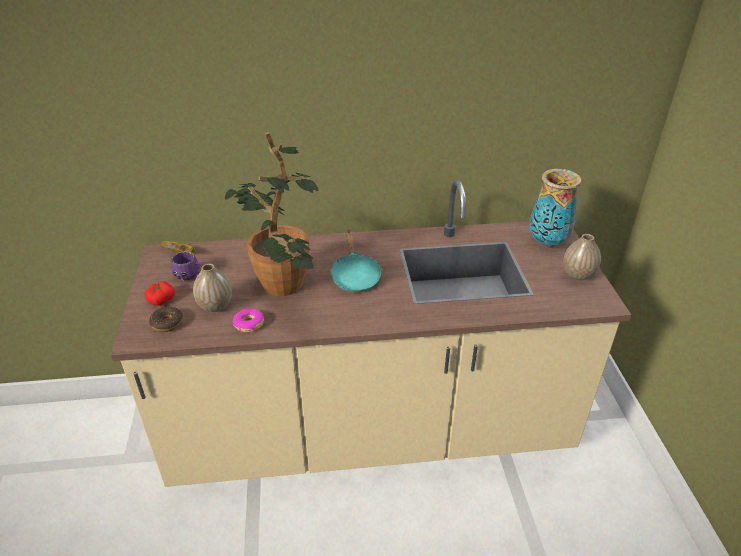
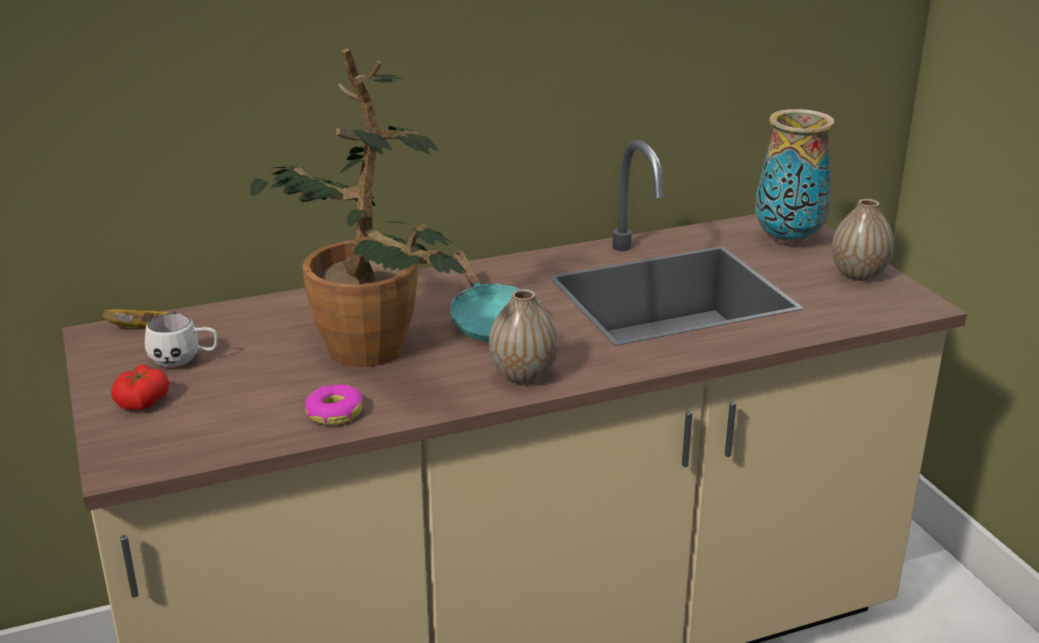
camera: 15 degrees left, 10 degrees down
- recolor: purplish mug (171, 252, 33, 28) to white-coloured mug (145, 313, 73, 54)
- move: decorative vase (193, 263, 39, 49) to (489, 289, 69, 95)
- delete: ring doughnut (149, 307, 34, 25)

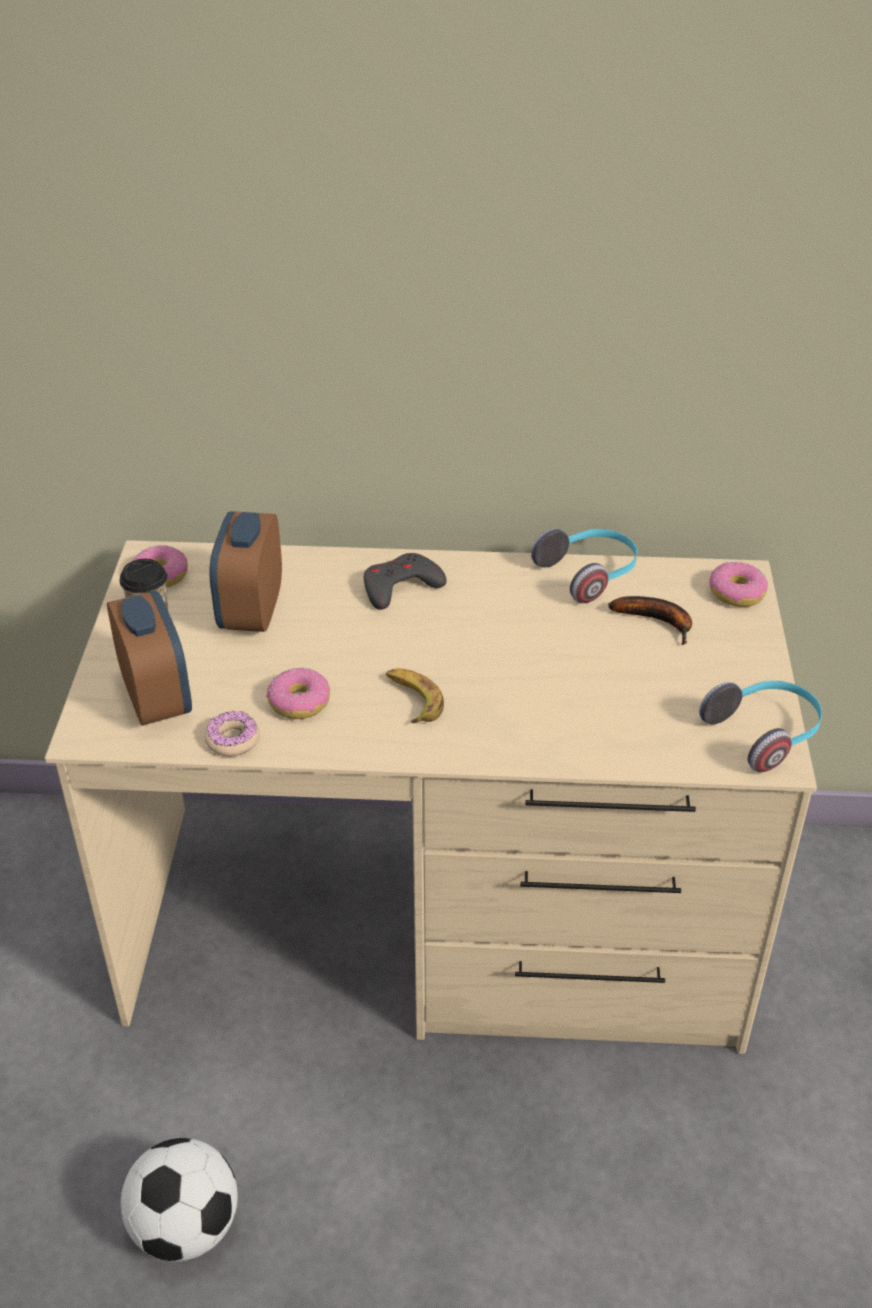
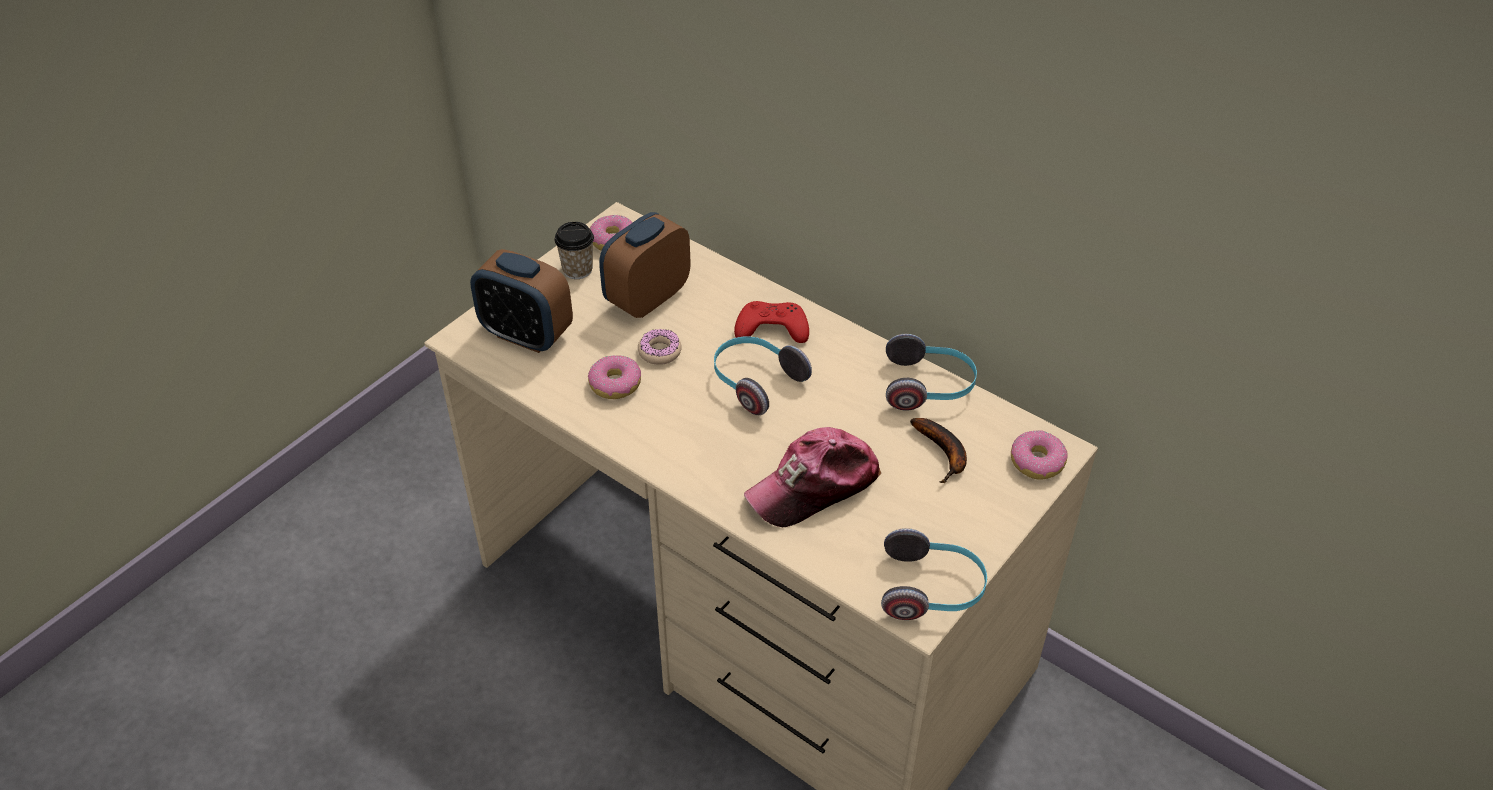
camera: 35 degrees right, 5 degrees up
- rotate: table clock (107, 591, 85, 135) = (470, 249, 103, 104) 105 degrees clockwise
- move: ring doughnut (204, 711, 56, 46) to (638, 329, 44, 36)
- insert: headset (714, 336, 98, 79)
- recolor: gray gamepad (364, 553, 83, 57) to red gamepad (734, 301, 75, 42)
- insert: peaked cap (744, 427, 137, 100)
- delete: football (121, 1138, 117, 124)
- delete: whole banana (386, 668, 58, 55)

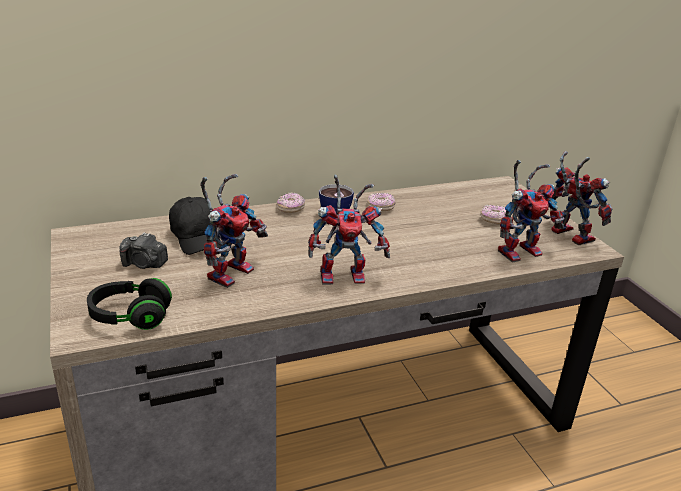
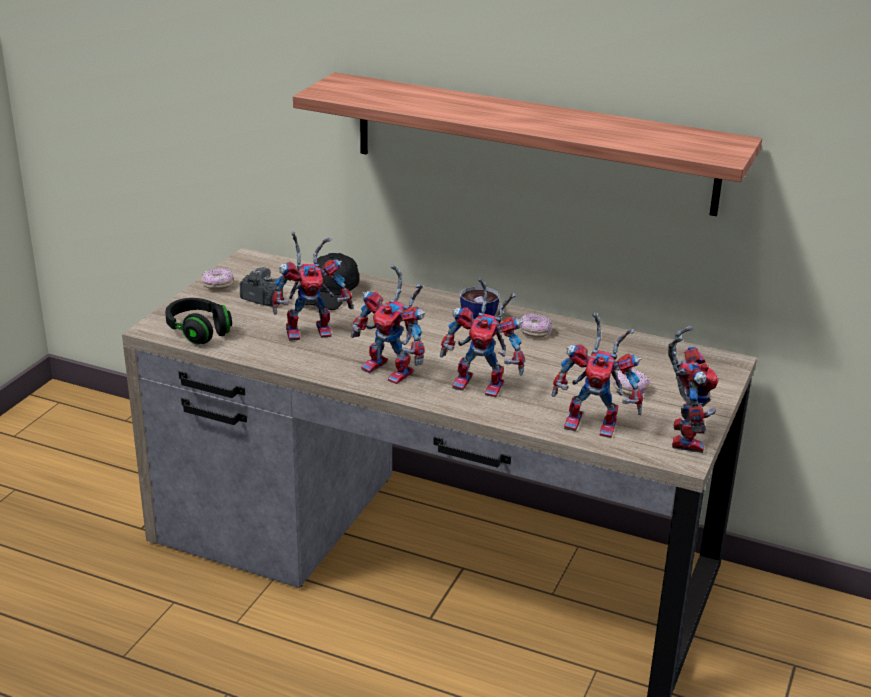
camera: 45 degrees right, 0 degrees up
- move: ring doughnut (277, 192, 28, 21) to (201, 268, 33, 21)
- rotate: still camera (119, 232, 49, 37) = (240, 267, 43, 40) 150 degrees clockwise
- insert: wall shelf (293, 72, 469, 144)
- insert: robot figure (440, 277, 85, 120)

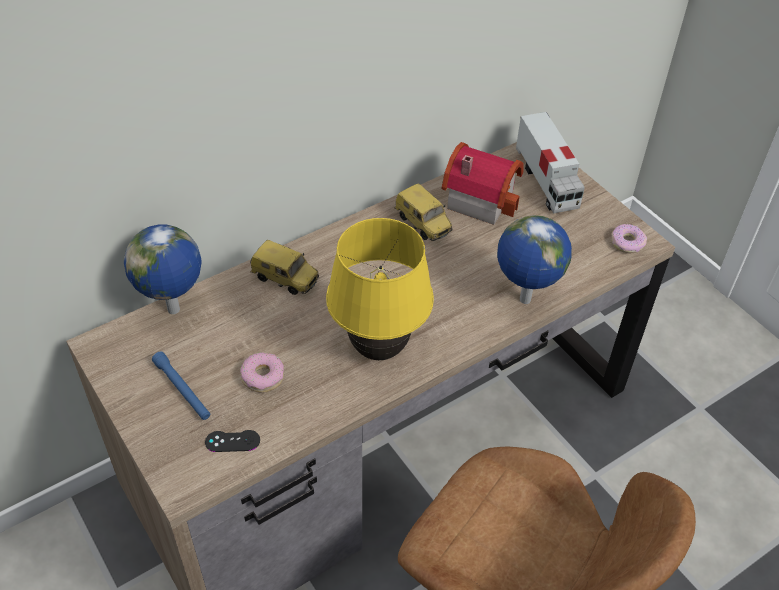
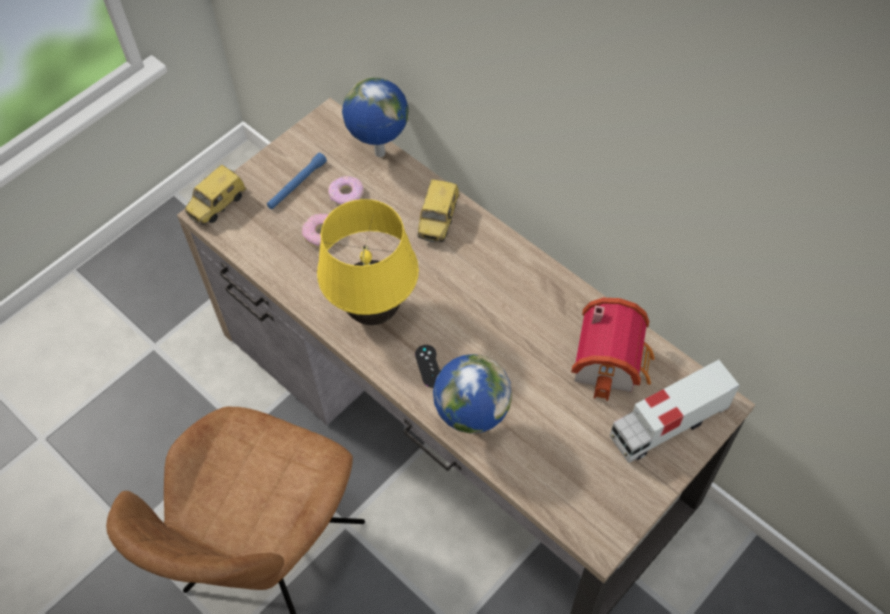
camera: 80 degrees right, 10 degrees up
- move: model car (394, 184, 58, 57) to (185, 165, 62, 61)
- move: ring doughnut (612, 224, 35, 29) to (328, 176, 36, 29)
- move: blackish gamepad (205, 430, 55, 22) to (415, 345, 26, 43)

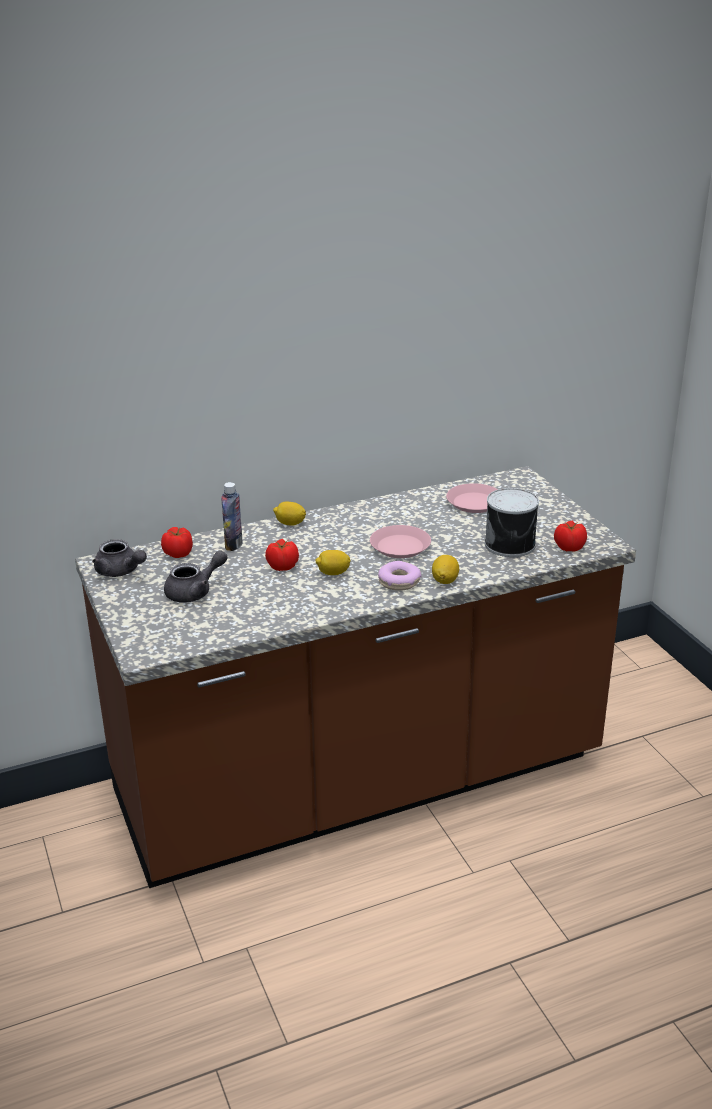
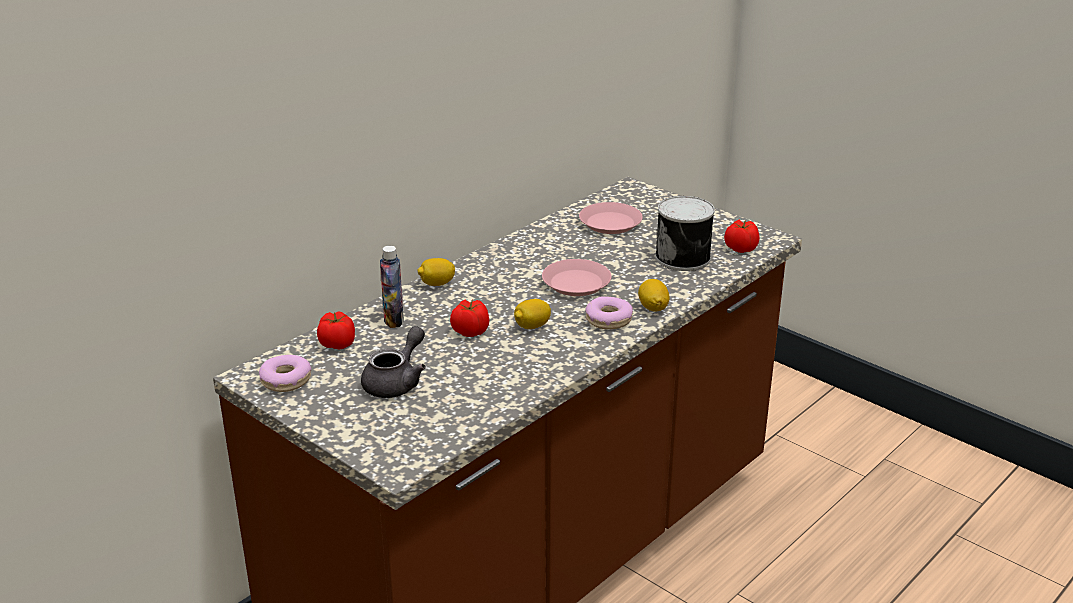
camera: 25 degrees left, 0 degrees up
- replace: gray teapot (92, 539, 55, 38) to ring doughnut (259, 355, 52, 37)

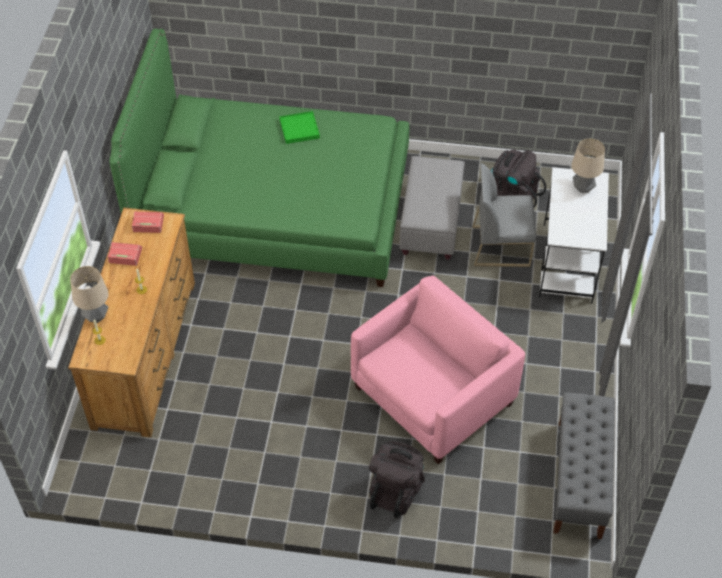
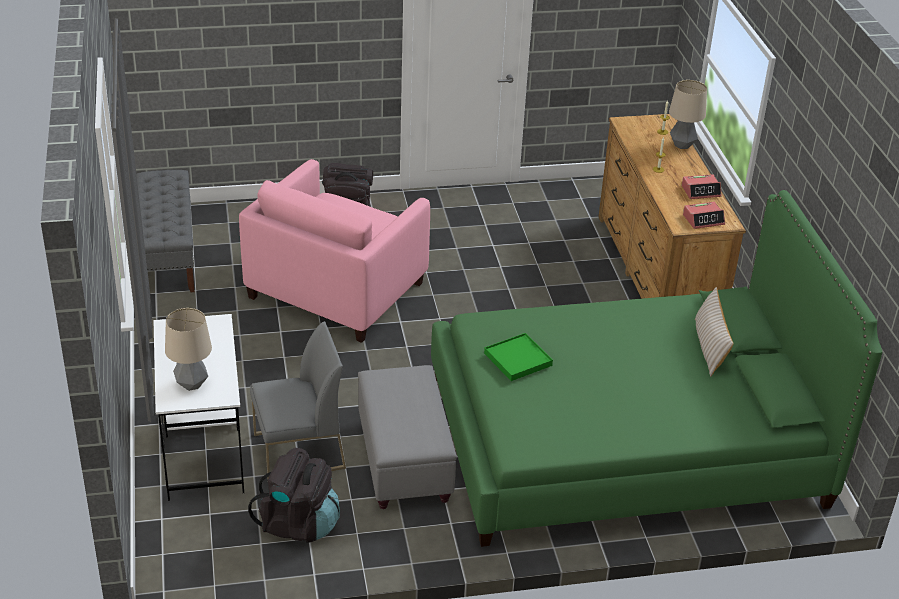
camera: 160 degrees right, 15 degrees down
- move: green-coloured carrying tray (279, 111, 41, 33) to (484, 333, 69, 48)
- insert: beige-coloured throw pillow (695, 287, 39, 89)

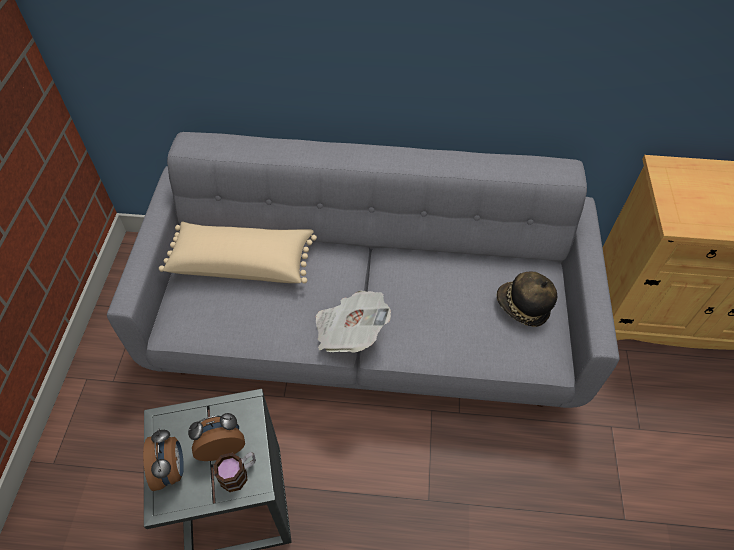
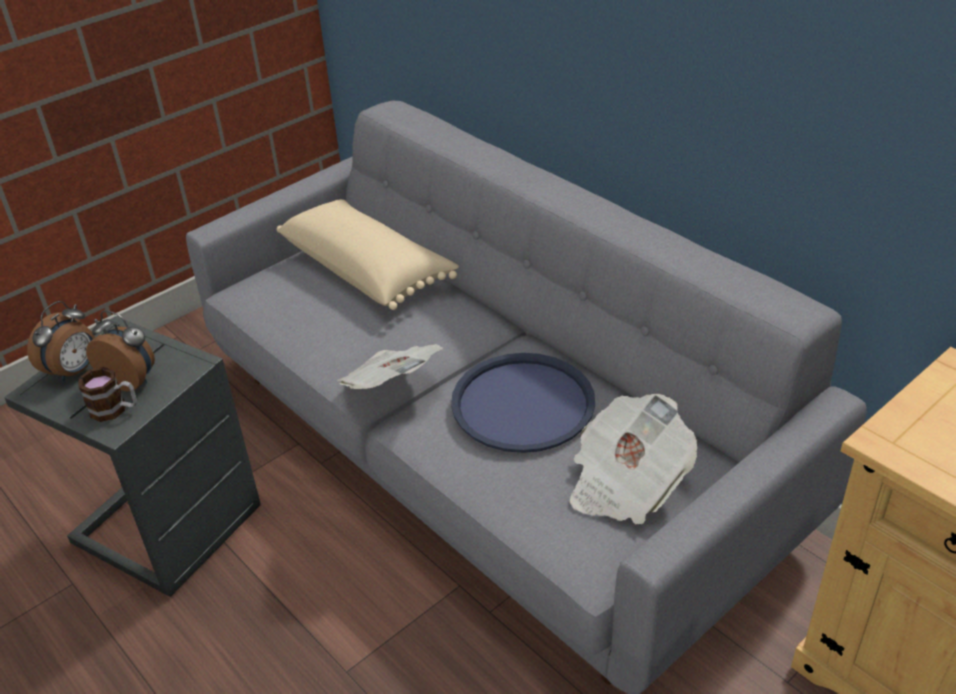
camera: 45 degrees right, 15 degrees down
- insert: blue carrying tray (451, 353, 144, 100)
- replace: wearable hat (496, 271, 61, 56) to newspaper (570, 394, 127, 130)

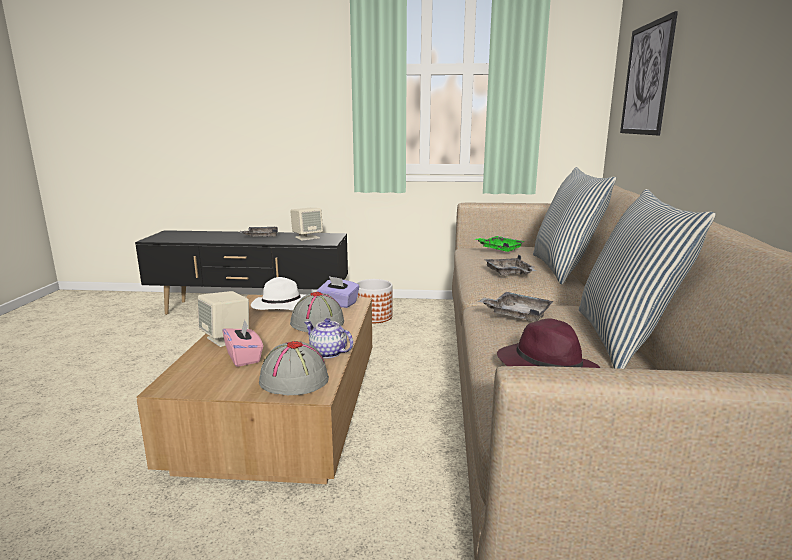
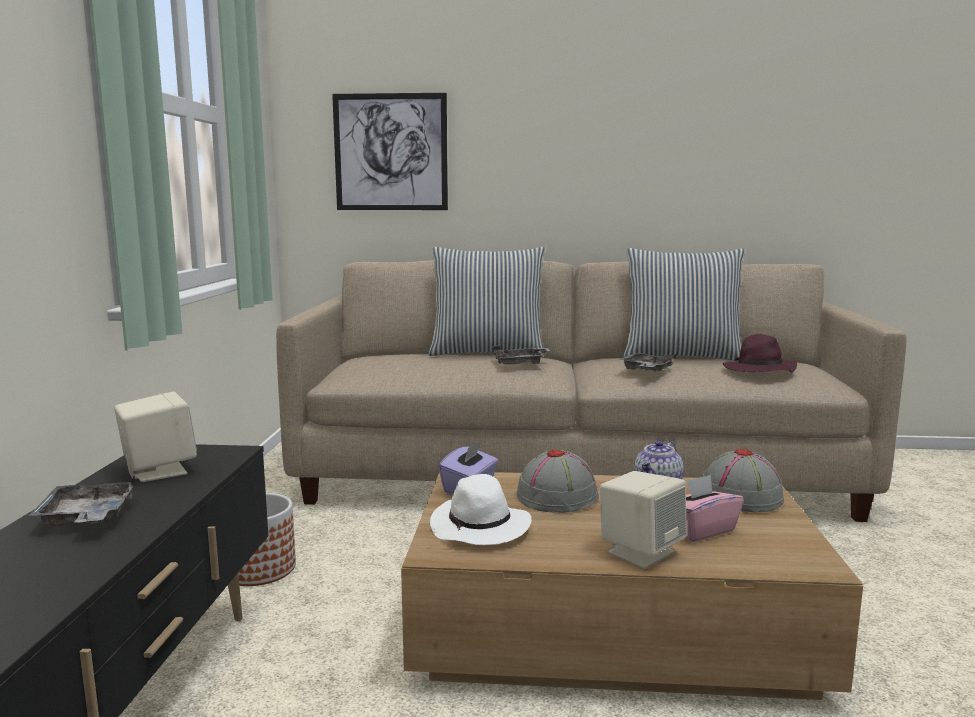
camera: 90 degrees left, 5 degrees down
- delete: green-coloured carrying tray (474, 236, 51, 16)

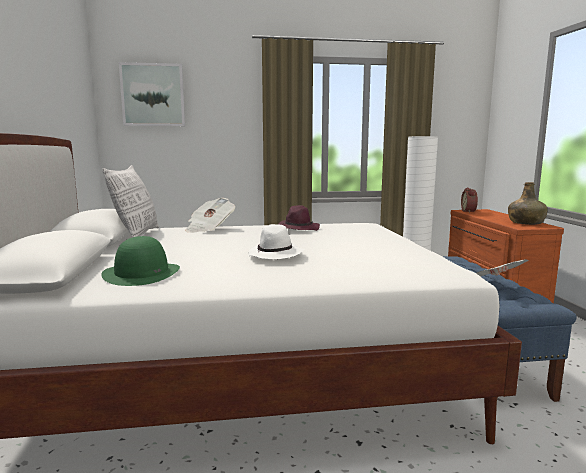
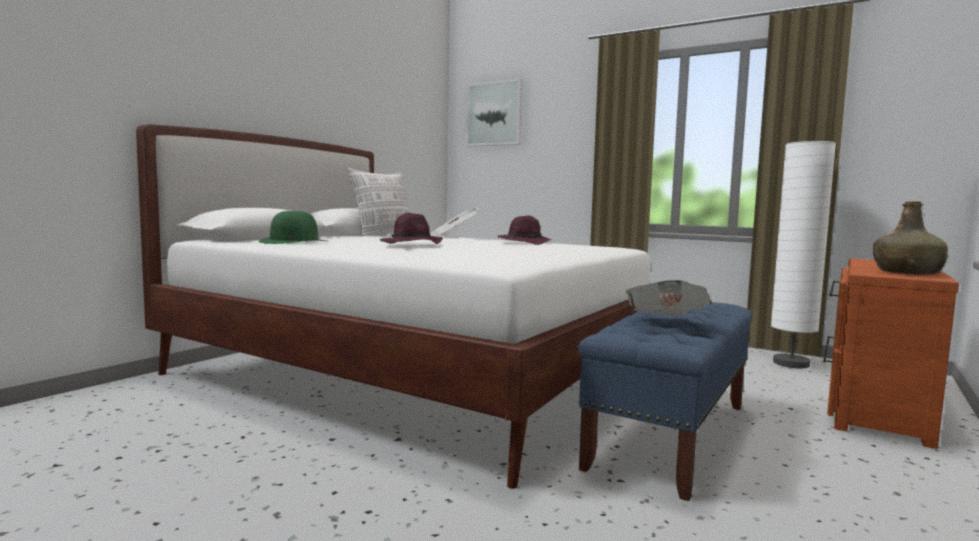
camera: 40 degrees right, 5 degrees down
- recolor: white-coloured wearable hat (248, 224, 57, 36) to purplish wearable hat (380, 213, 63, 31)
- delete: table clock (461, 188, 17, 25)

